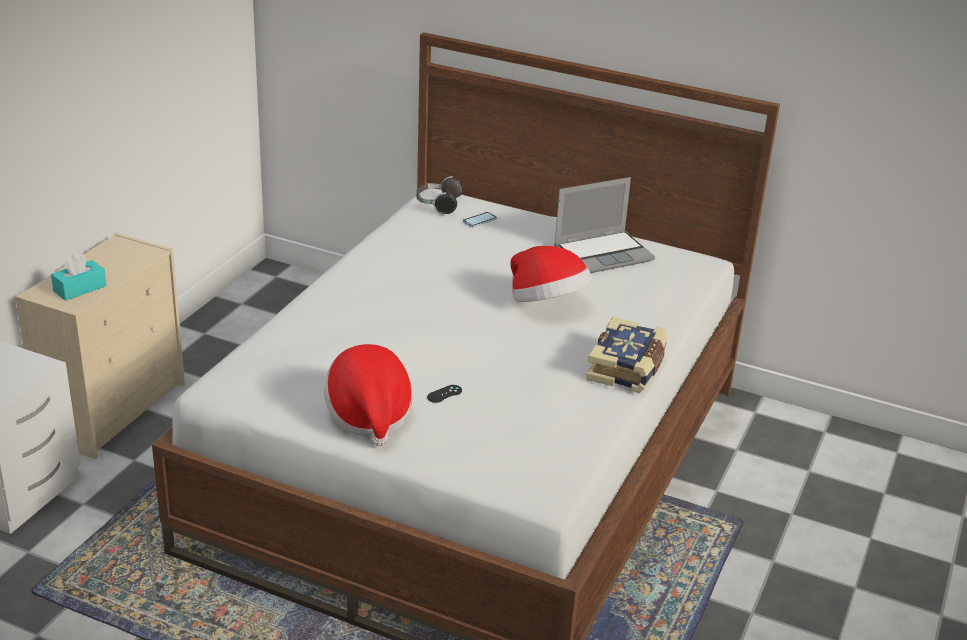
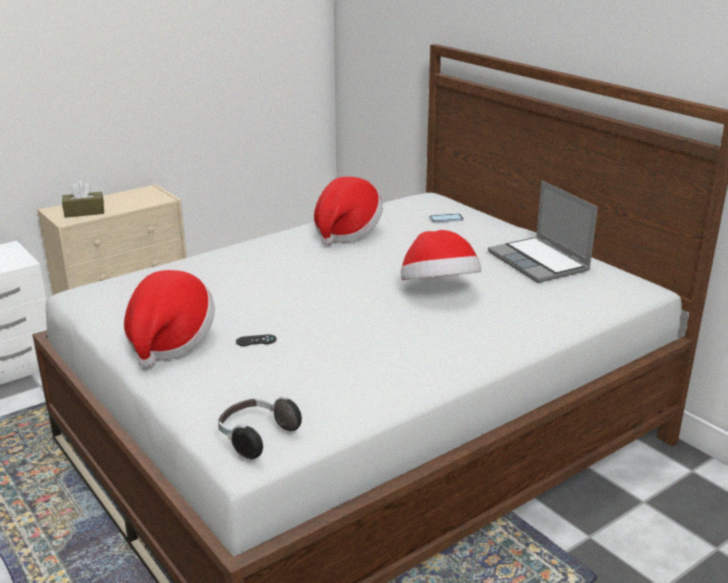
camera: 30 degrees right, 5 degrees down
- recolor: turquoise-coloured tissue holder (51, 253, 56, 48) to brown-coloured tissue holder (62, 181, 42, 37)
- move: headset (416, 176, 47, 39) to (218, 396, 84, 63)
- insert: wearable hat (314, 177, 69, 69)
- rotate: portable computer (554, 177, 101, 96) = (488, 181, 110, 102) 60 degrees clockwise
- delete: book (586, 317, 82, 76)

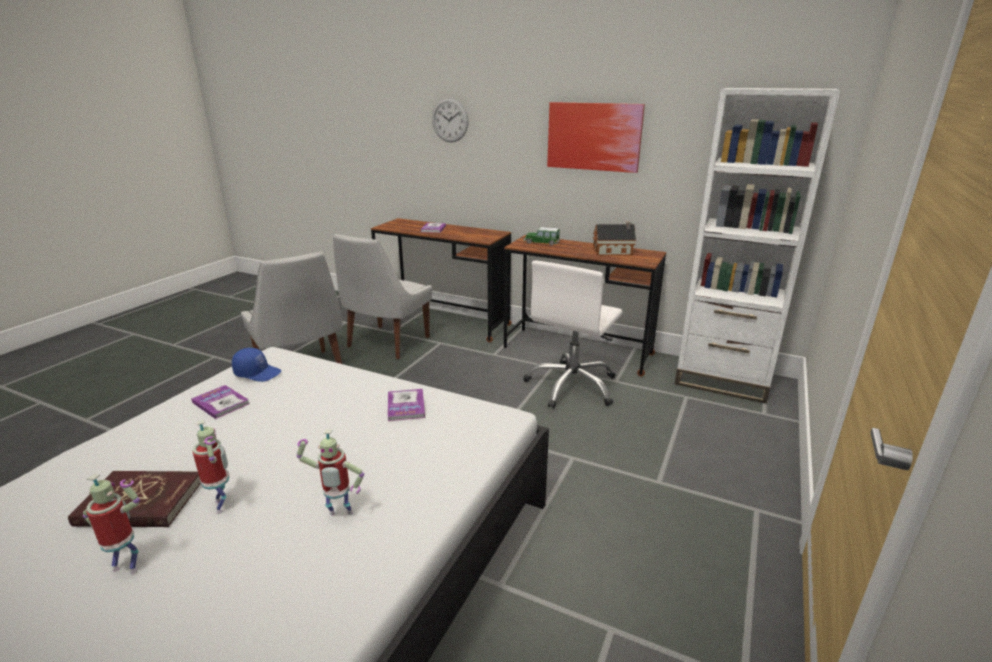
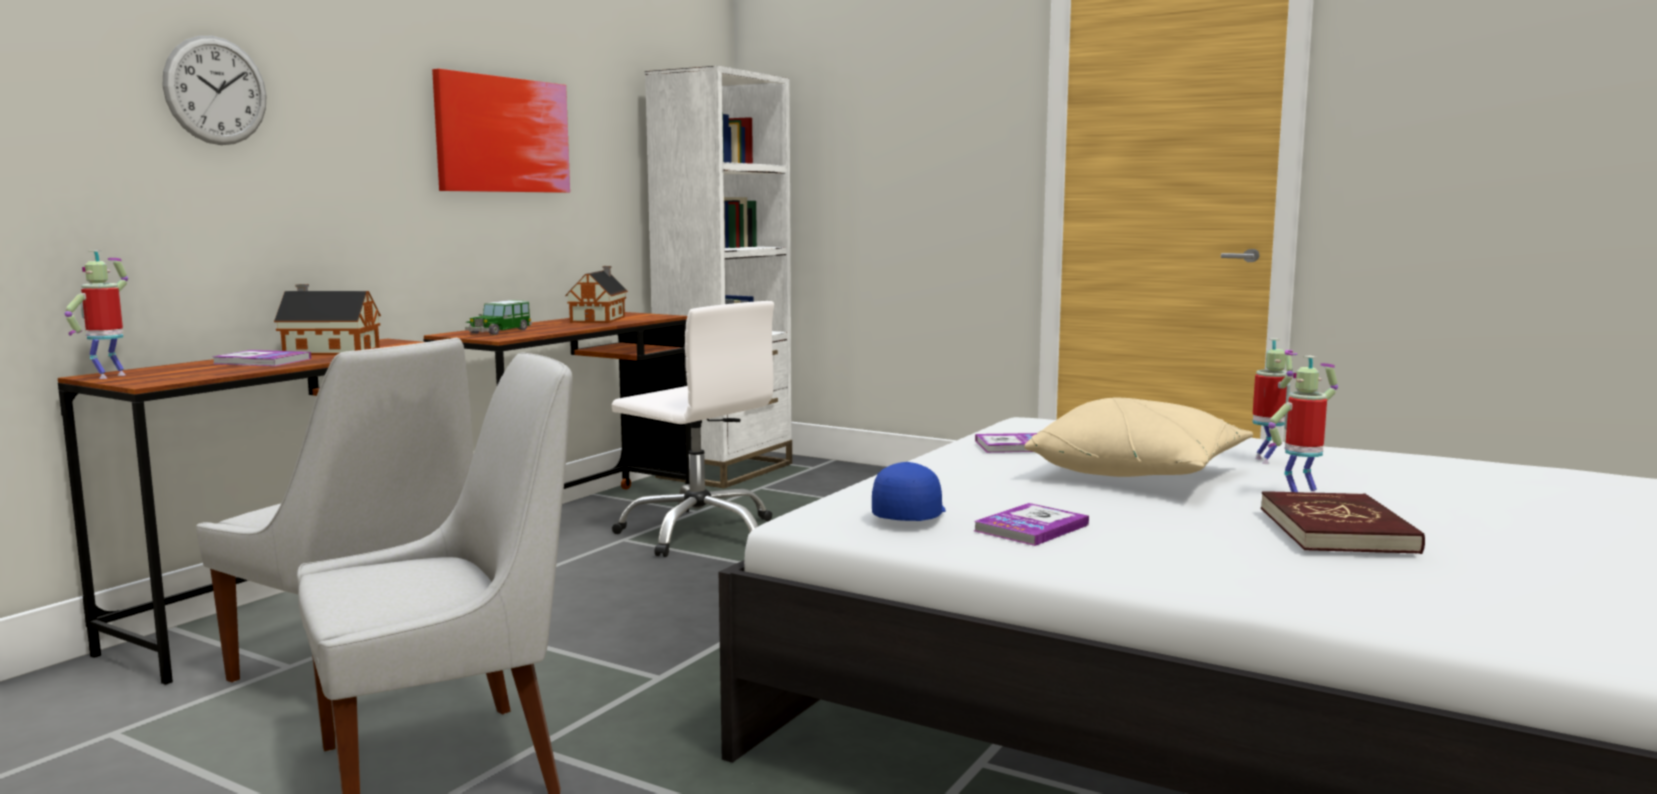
camera: 85 degrees left, 15 degrees down
- move: robot figure (83, 474, 57, 100) to (65, 250, 63, 129)
- insert: model house (274, 284, 107, 71)
- insert: beige-coloured throw pillow (1024, 397, 230, 80)

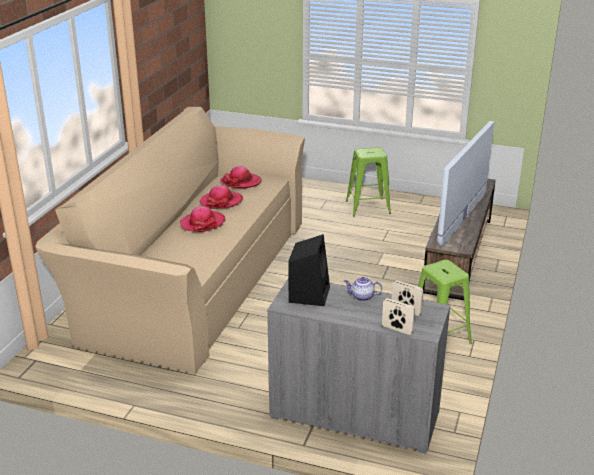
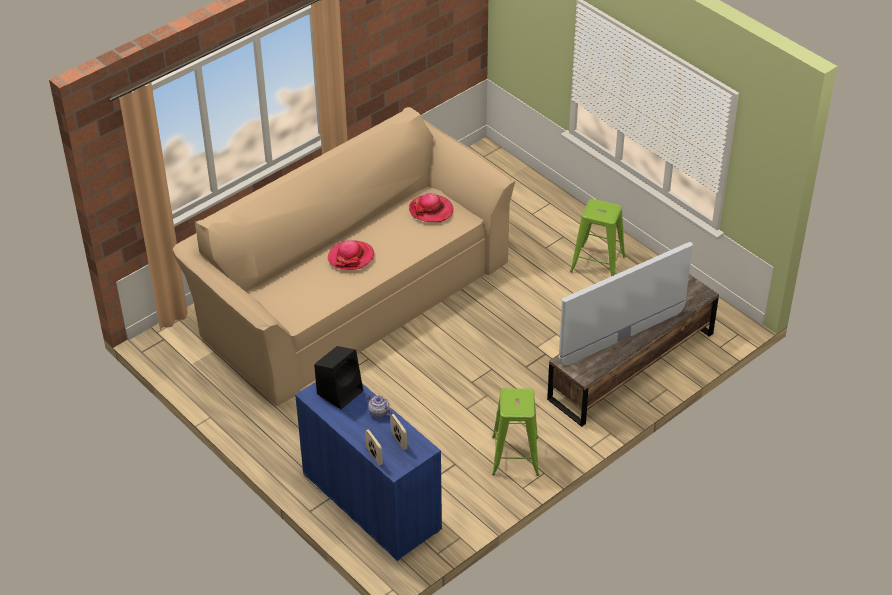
camera: 30 degrees right, 15 degrees up
- recolor: gray cabinet (267, 278, 183, 176) to blue cabinet (295, 382, 147, 179)
- delete: wearable hat (200, 185, 43, 24)

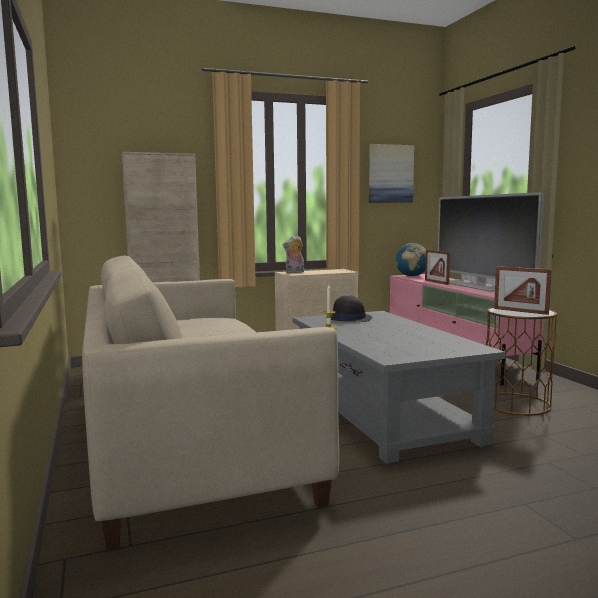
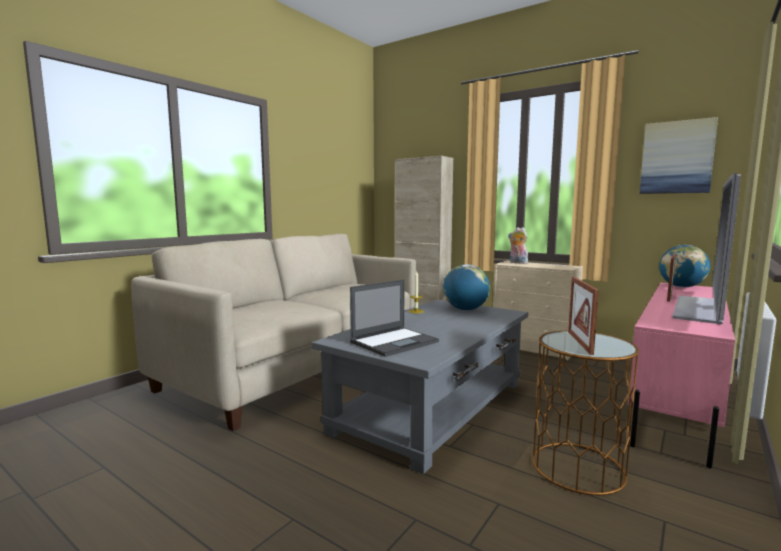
camera: 55 degrees right, 0 degrees up
- insert: portable computer (350, 280, 89, 77)
- replace: blackish wearable hat (326, 295, 47, 27) to globe (443, 264, 47, 46)

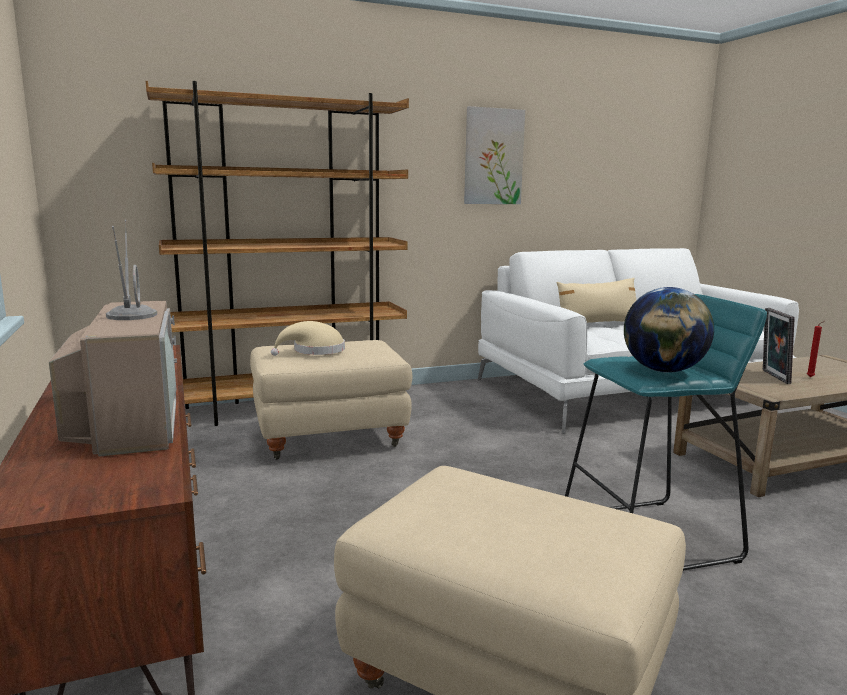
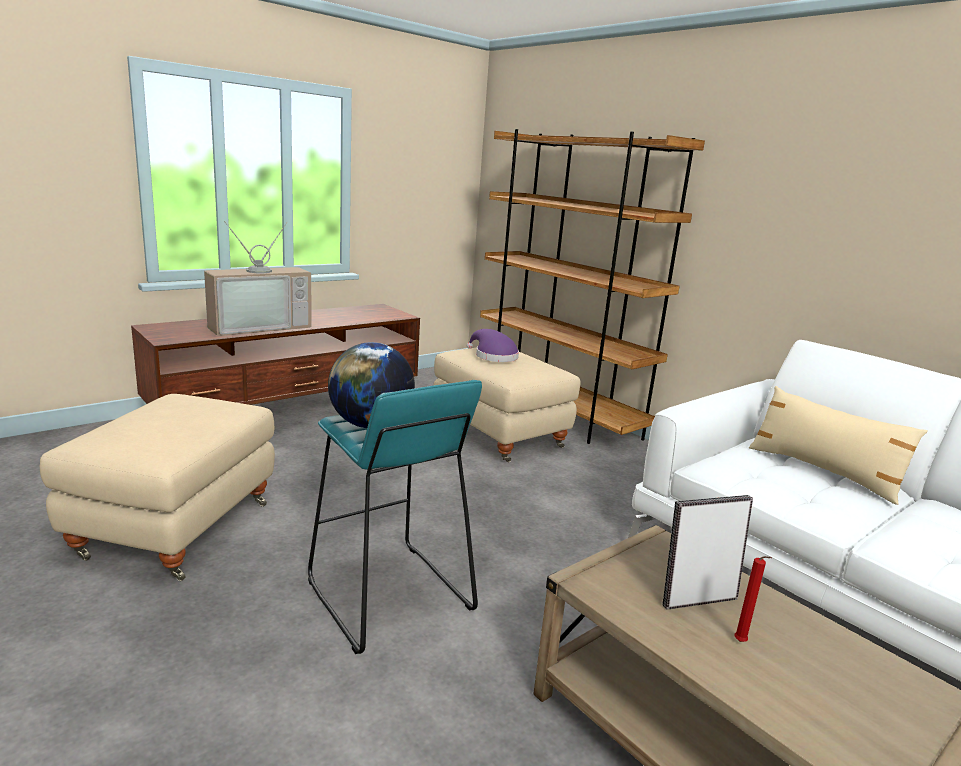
camera: 70 degrees right, 5 degrees up
- recolor: beige-coloured wearable hat (271, 321, 74, 35) to purplish wearable hat (467, 329, 52, 33)
- delete: picture (464, 106, 61, 98)

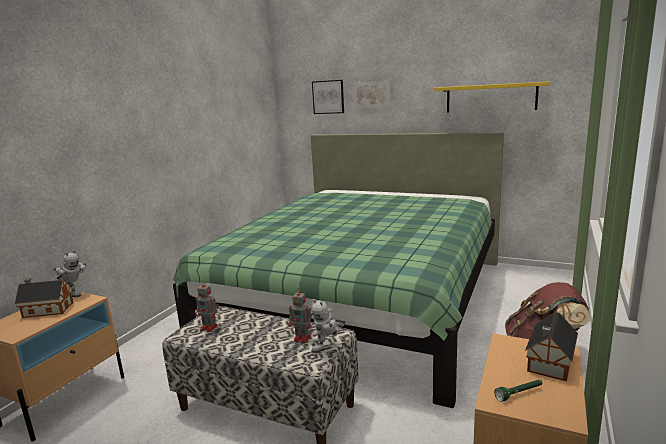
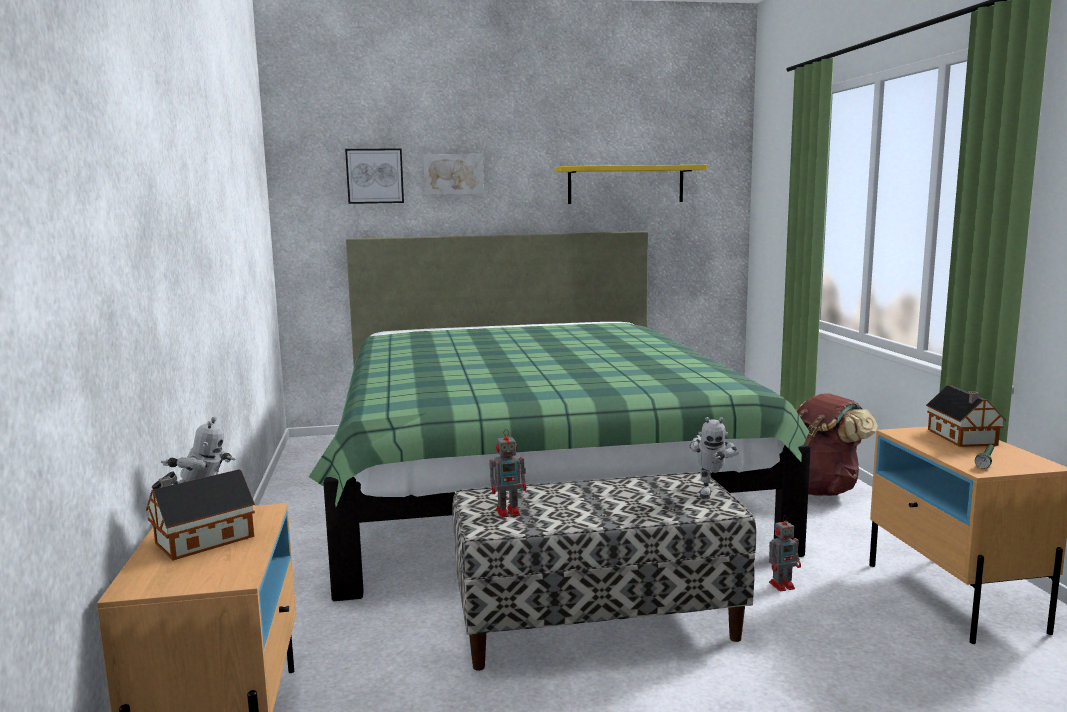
camera: 35 degrees left, 5 degrees down
- move: robot figure (289, 288, 24, 55) to (769, 515, 32, 76)

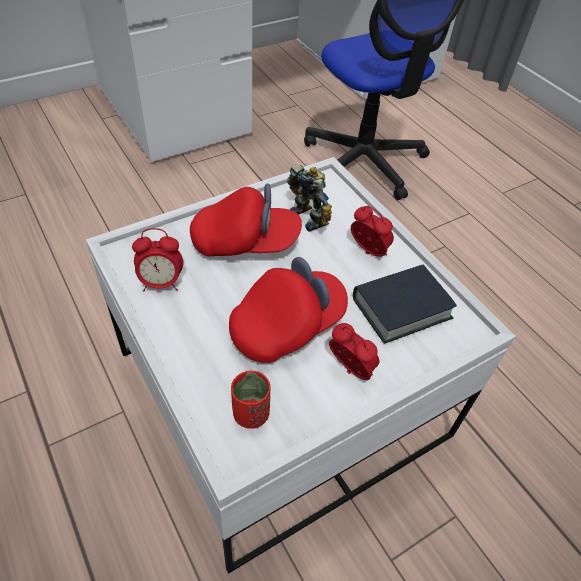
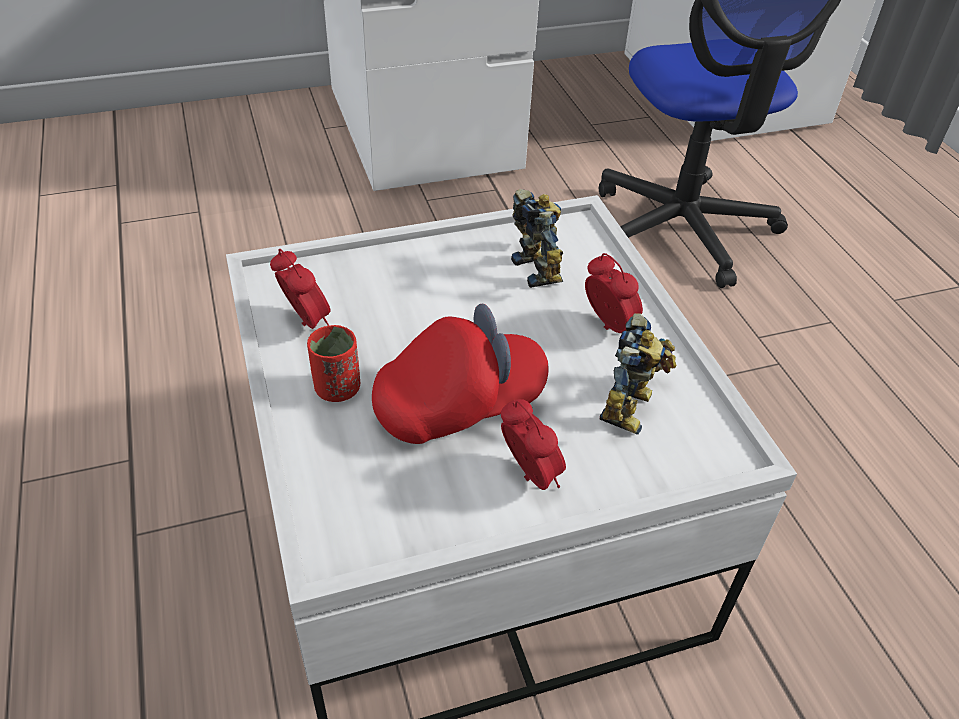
camera: 15 degrees right, 5 degrees down
- rotate: table clock (132, 228, 51, 63) = (270, 249, 61, 80) 135 degrees counterclockwise
- move: red small cup (231, 370, 39, 59) to (307, 325, 53, 77)
- replace: book (353, 264, 104, 79) to robot figure (600, 314, 77, 121)
- delete: red peaked cap (190, 183, 112, 73)

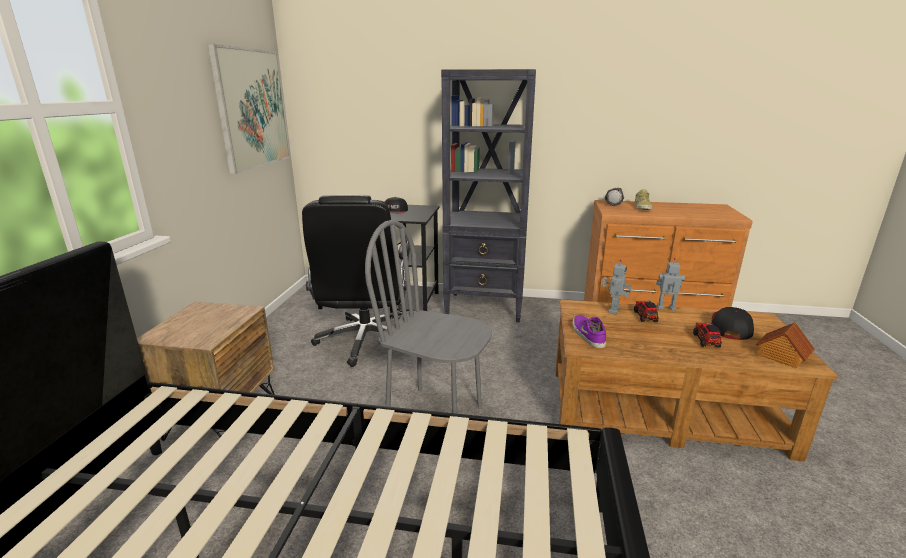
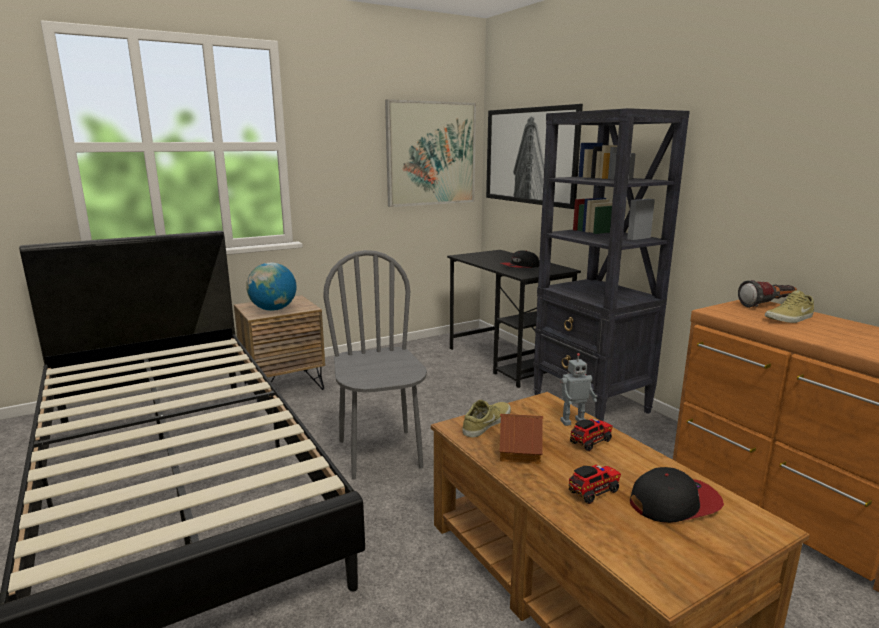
camera: 50 degrees right, 5 degrees down
- insert: globe (246, 263, 50, 48)
- recolor: purplish item of footwear (573, 315, 33, 33) to beige-coloured item of footwear (462, 400, 49, 38)
- insert: picture (486, 104, 97, 105)
- move: model house (756, 322, 58, 46) to (500, 414, 43, 50)
- delete: blackish computer chair (302, 194, 108, 173)
- delete: robot figure (656, 258, 29, 53)

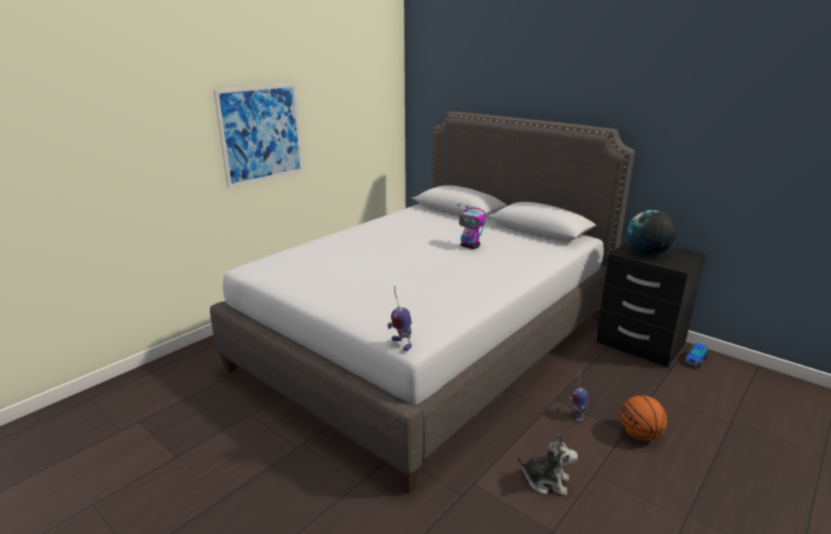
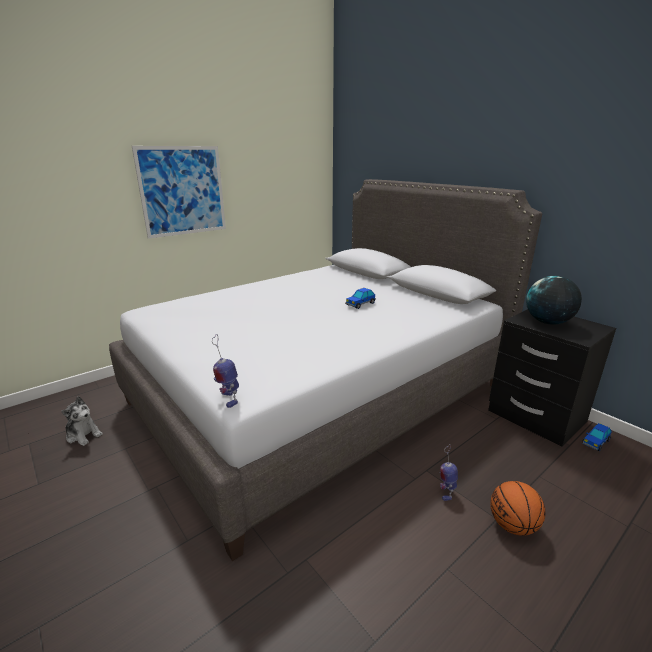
camera: 10 degrees right, 0 degrees up
- move: soft toy (517, 433, 61, 63) to (61, 396, 42, 50)
- replace: robot figure (457, 204, 29, 45) to model car (345, 288, 31, 21)

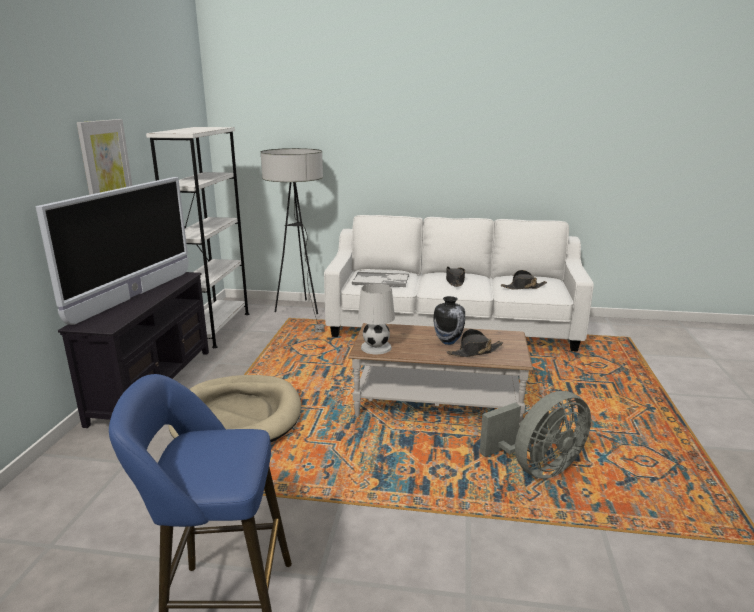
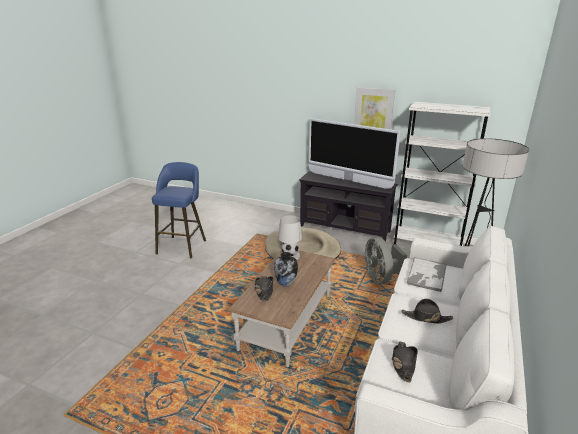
camera: 105 degrees right, 5 degrees up
- move: gray cooling fan (480, 391, 111, 88) to (365, 237, 42, 47)

